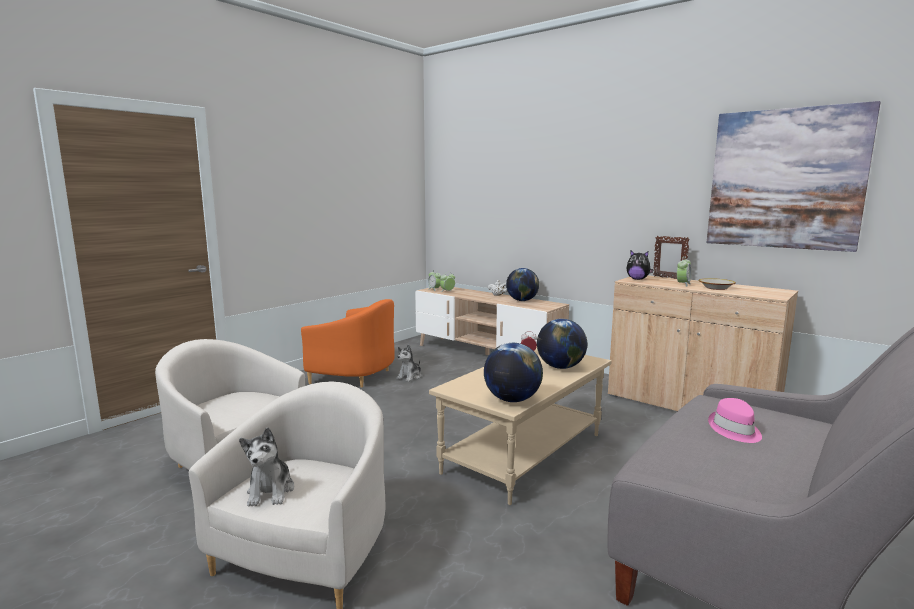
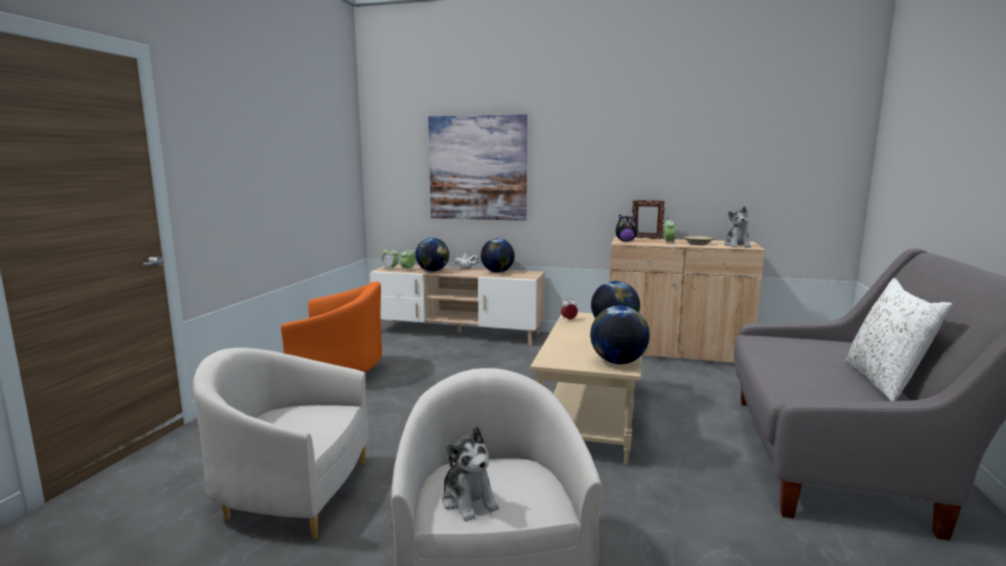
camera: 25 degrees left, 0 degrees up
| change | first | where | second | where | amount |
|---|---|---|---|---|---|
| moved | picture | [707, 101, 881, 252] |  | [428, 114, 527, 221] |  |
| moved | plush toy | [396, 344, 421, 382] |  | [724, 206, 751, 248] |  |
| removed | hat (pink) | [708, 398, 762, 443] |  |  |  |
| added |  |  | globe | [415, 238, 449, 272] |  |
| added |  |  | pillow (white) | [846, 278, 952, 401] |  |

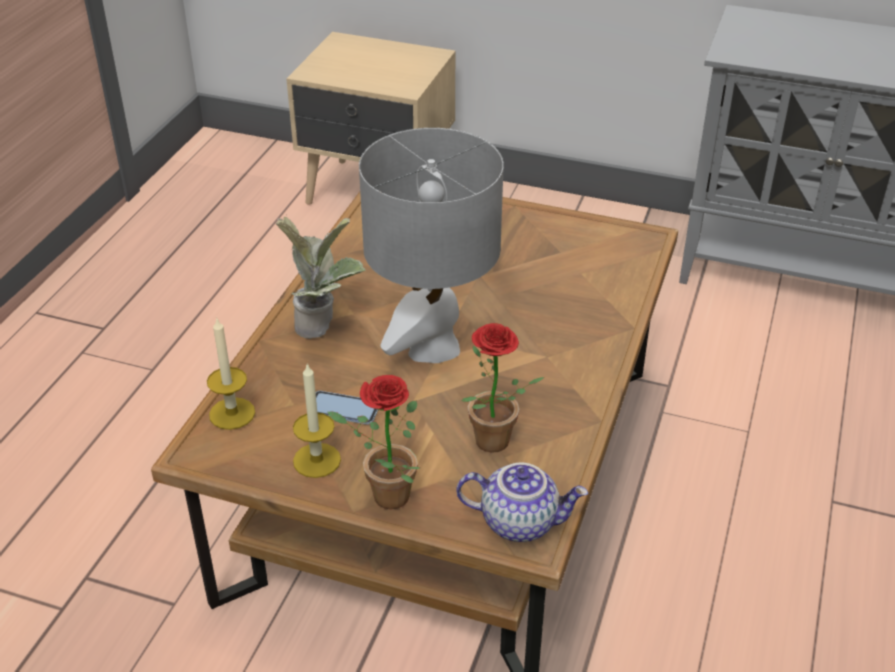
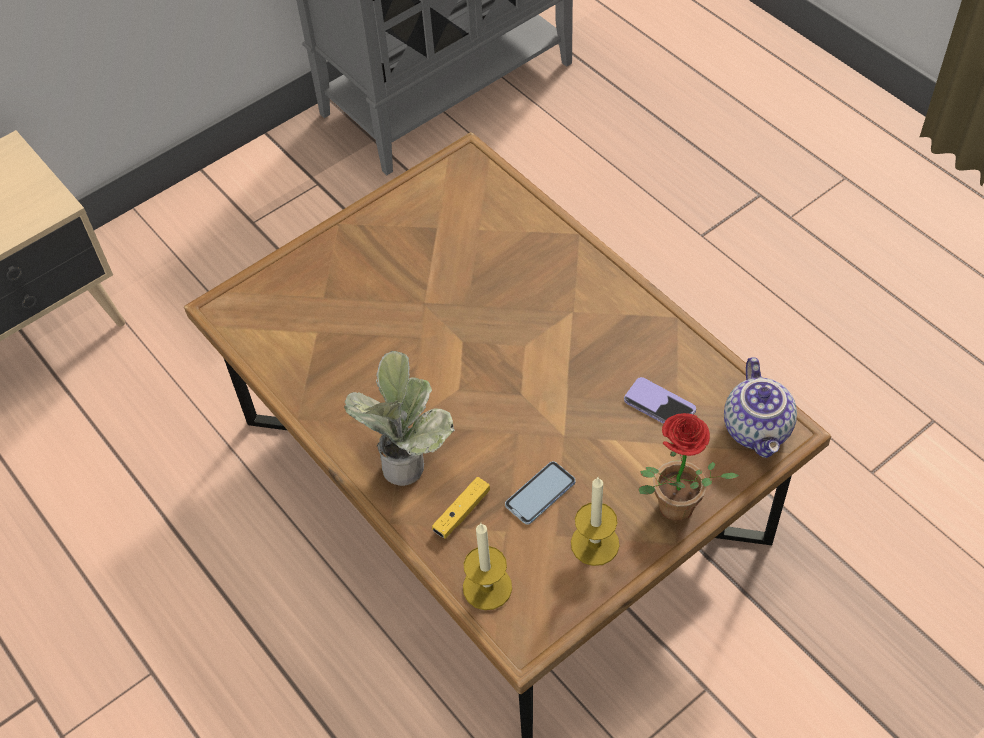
camera: 55 degrees left, 15 degrees up
| change | first | where | second | where | amount |
|---|---|---|---|---|---|
| removed | table lamp (grey) | [359, 128, 504, 363] |  |  |  |
| replaced | potted plant | [461, 323, 544, 453] | phone | [624, 377, 696, 424] |  |
| turned | teapot | [456, 463, 588, 542] |  | [724, 357, 797, 458] | 135 degrees clockwise |
| added |  |  | game controller (yellow) | [432, 477, 490, 539] |  |

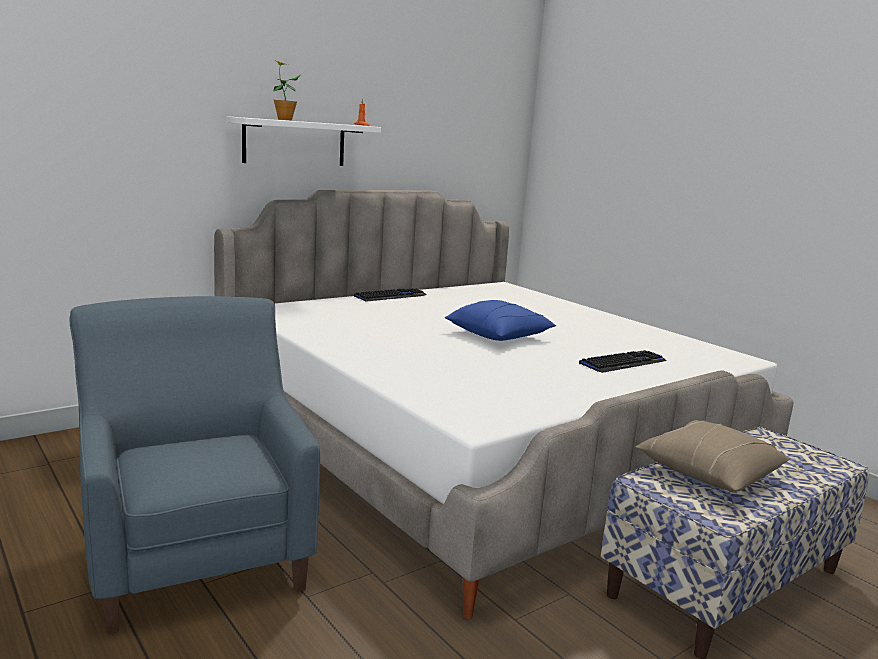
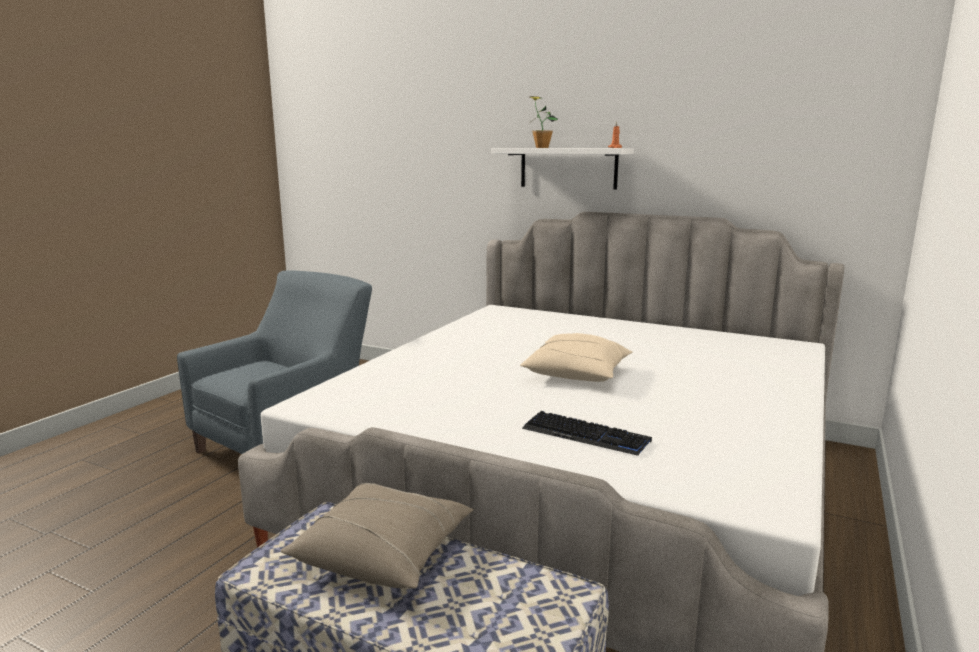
camera: 65 degrees right, 0 degrees up
| change | first | where | second | where | amount |
|---|---|---|---|---|---|
| removed | keyboard | [354, 288, 427, 301] |  |  |  |
| recoloured | pillow (blue) | [445, 300, 556, 341] | pillow (beige) | [520, 333, 632, 382] |  |

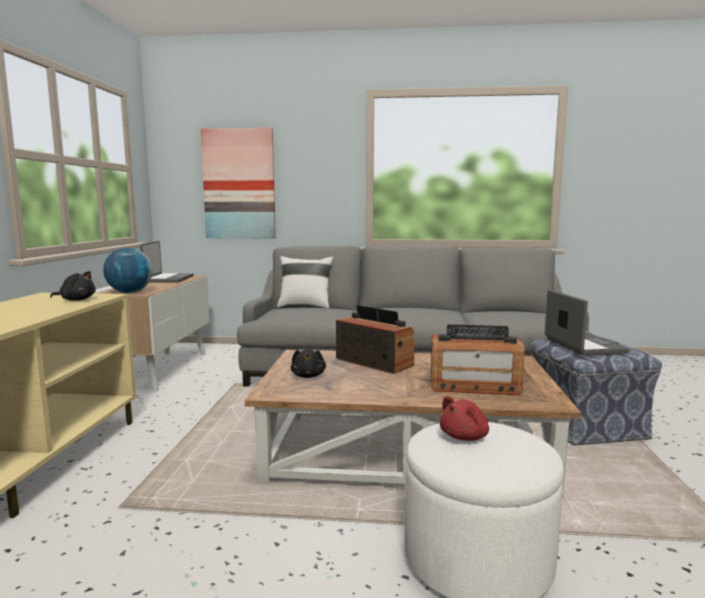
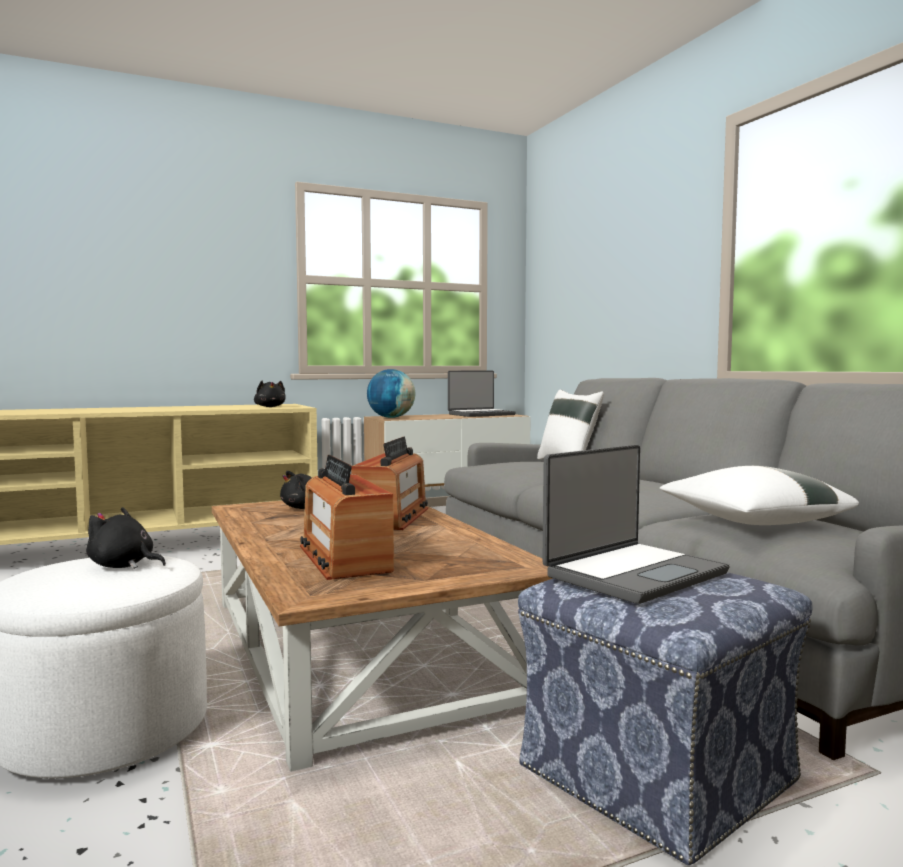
camera: 60 degrees right, 5 degrees down
| change | first | where | second | where | amount |
|---|---|---|---|---|---|
| removed | picture | [201, 128, 276, 239] |  |  |  |
| recoloured | plush toy (red) | [440, 396, 489, 441] | plush toy (black) | [86, 507, 166, 569] |  |
| added |  |  | pillow (white) | [660, 466, 859, 525] |  |

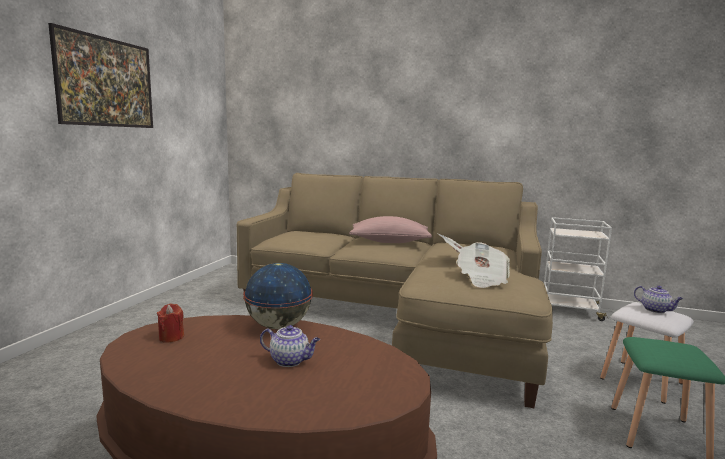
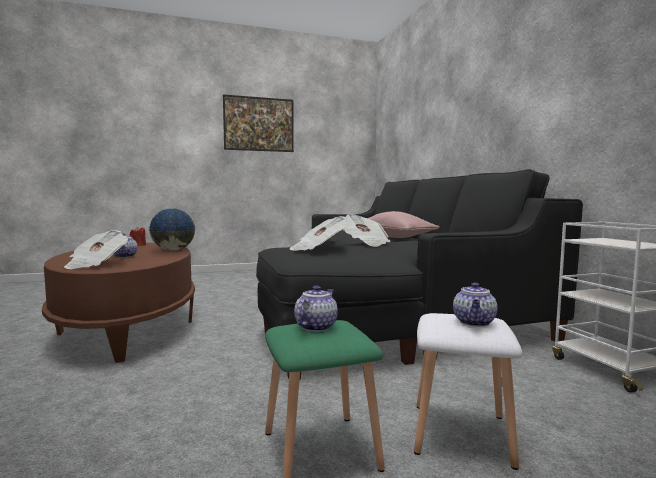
camera: 55 degrees right, 5 degrees down
| change | first | where | second | where | amount |
|---|---|---|---|---|---|
| recoloured | sofa (beige) | [237, 173, 553, 408] | sofa (black) | [256, 169, 583, 380] |  |
| added |  |  | newspaper | [64, 230, 128, 269] |  |
| added |  |  | teapot | [294, 285, 338, 332] |  |

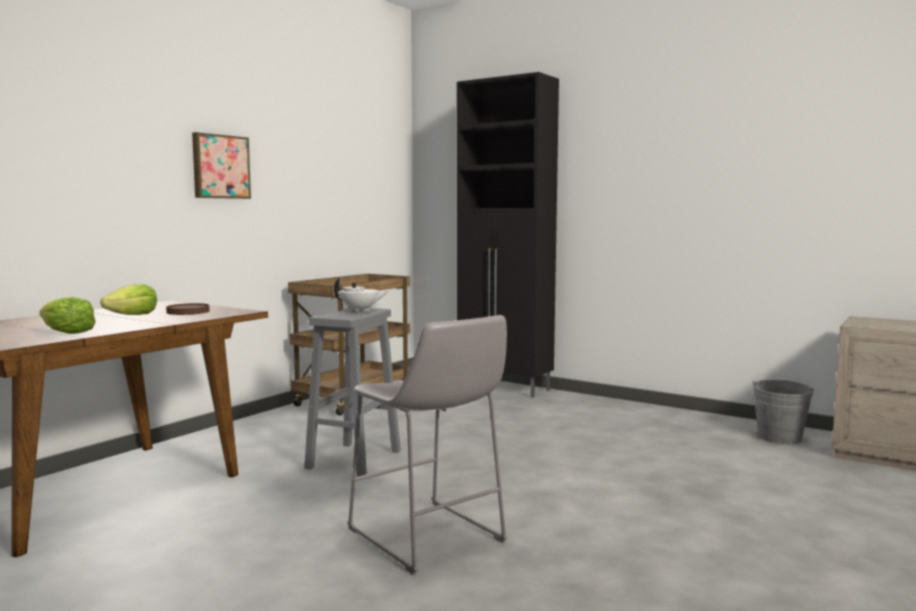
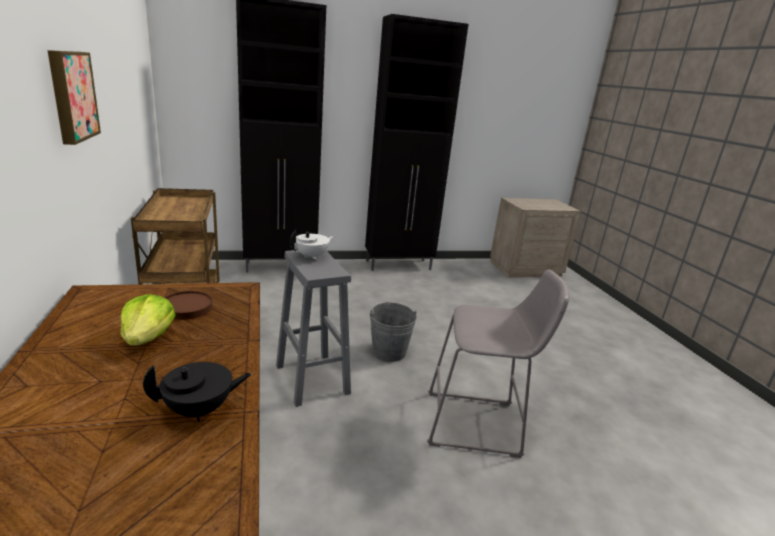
camera: 50 degrees left, 15 degrees up
| change | first | where | second | where | amount |
|---|---|---|---|---|---|
| replaced | lettuce | [39, 297, 96, 334] | teapot (black) | [143, 362, 251, 422] |  |
| moved | bucket (grey) | [753, 380, 814, 444] |  | [370, 302, 417, 362] |  |
| added |  |  | cabinet (black) | [365, 14, 468, 271] |  |

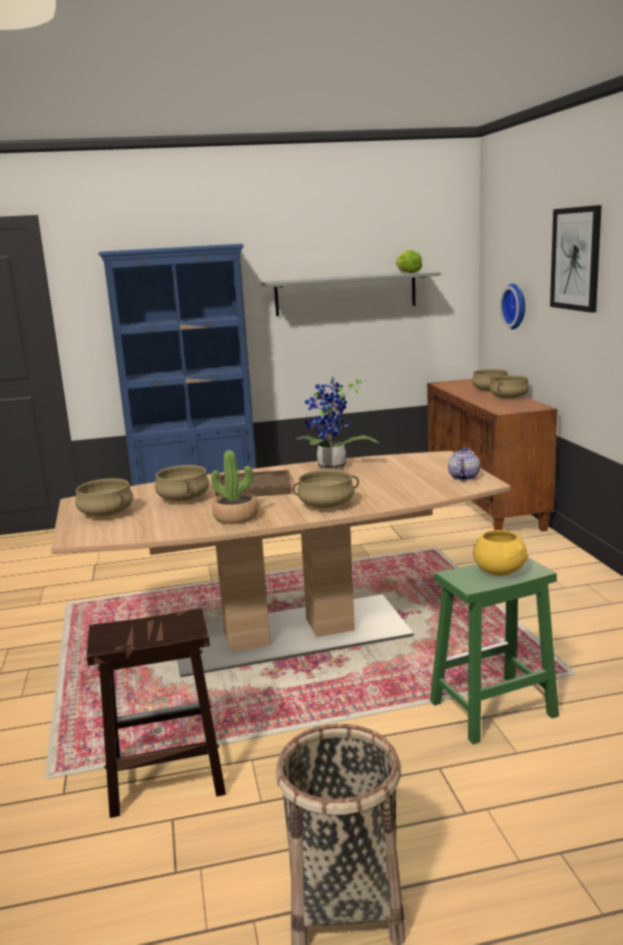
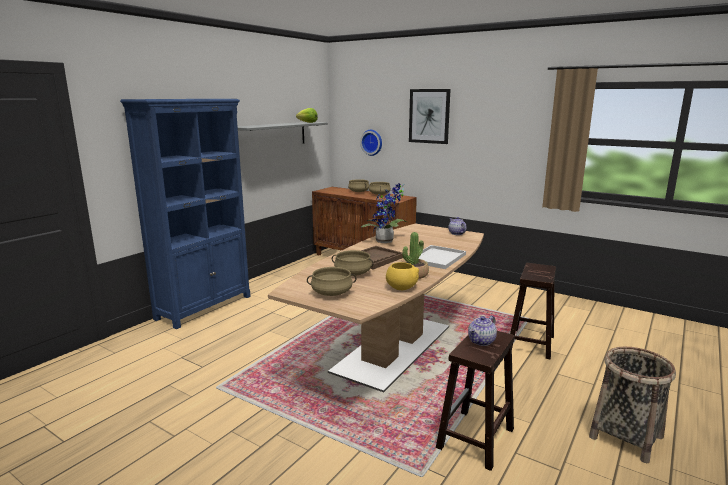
camera: 45 degrees left, 0 degrees up
| change | first | where | second | where | amount |
|---|---|---|---|---|---|
| replaced | cooking pot (beige) | [293, 470, 359, 508] | tray (white) | [419, 245, 466, 269] |  |
| moved | bowl (yellow) | [473, 530, 528, 576] |  | [386, 262, 419, 290] |  |
| recoloured | stool (green) | [430, 557, 559, 744] | stool (brown) | [510, 263, 556, 359] |  |
| added |  |  | teapot | [468, 315, 497, 346] |  |

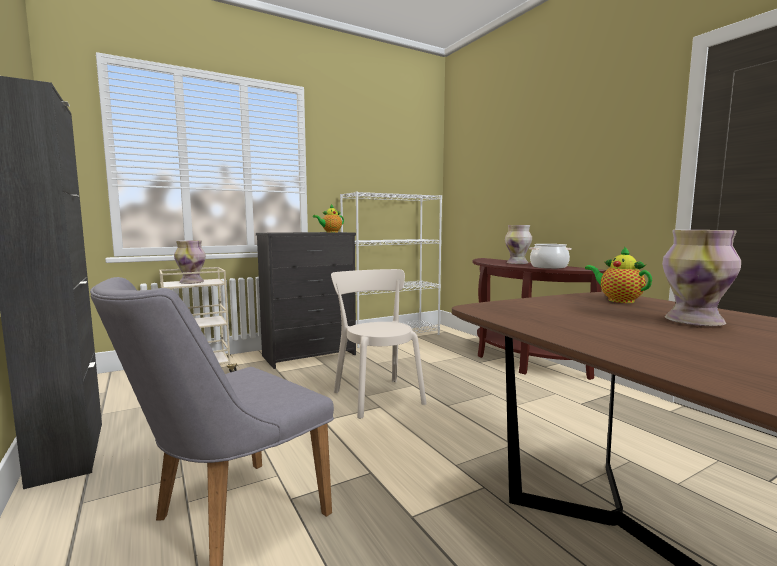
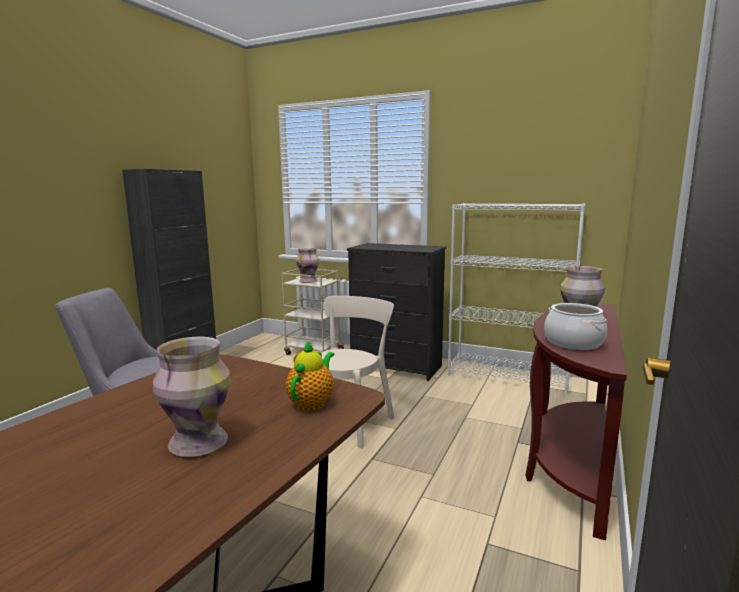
camera: 55 degrees right, 5 degrees up
| change | first | where | second | where | amount |
|---|---|---|---|---|---|
| removed | teapot | [313, 204, 344, 233] |  |  |  |

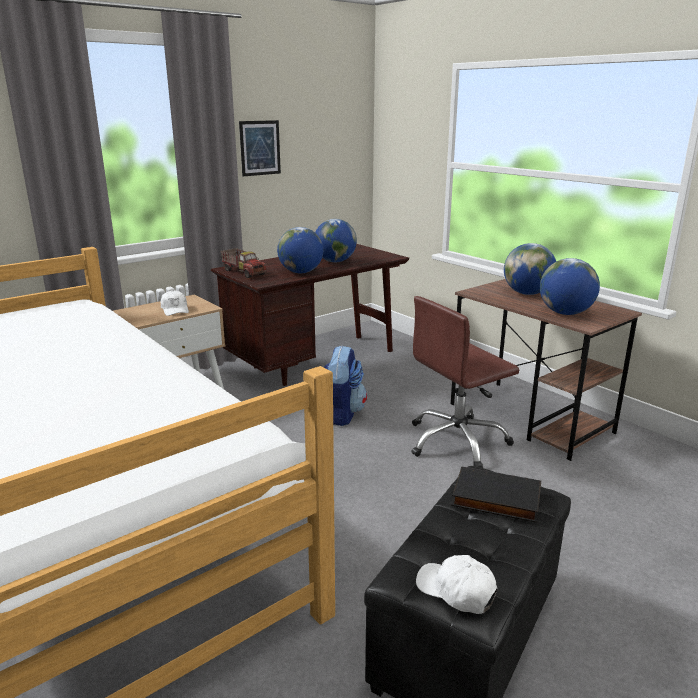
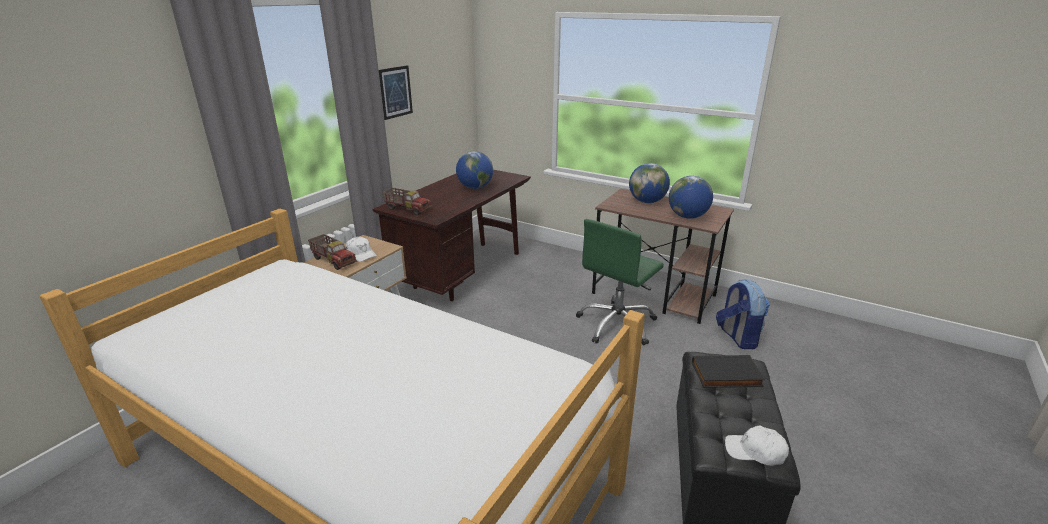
camera: 20 degrees left, 5 degrees up
| change | first | where | second | where | amount |
|---|---|---|---|---|---|
| removed | globe | [277, 227, 323, 273] |  |  |  |
| recoloured | office chair (brown) | [411, 296, 519, 468] | office chair (green) | [576, 219, 664, 345] |  |
| moved | backpack | [324, 345, 367, 426] |  | [716, 279, 770, 349] |  |
| added |  |  | toy truck | [308, 234, 357, 270] |  |

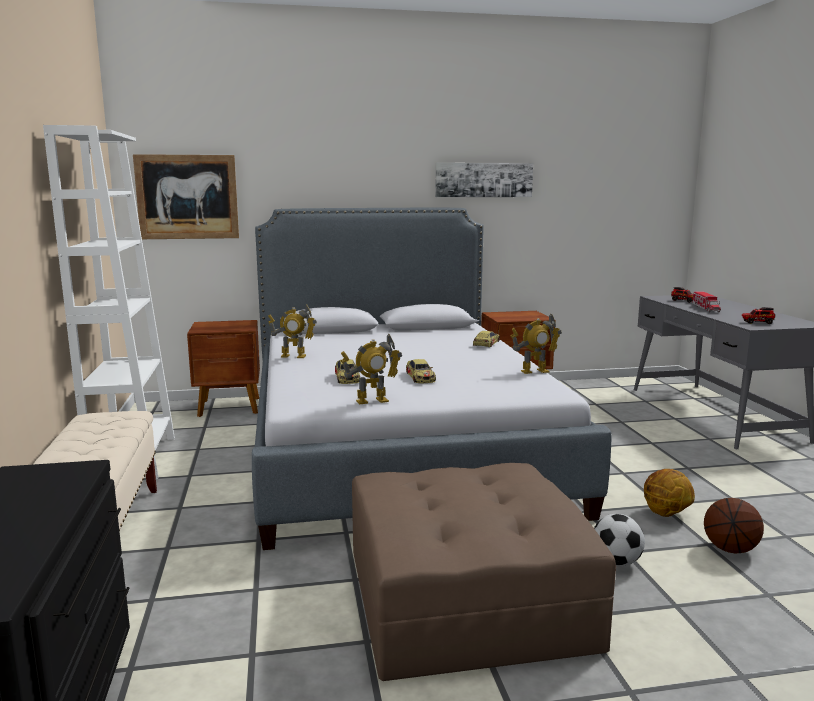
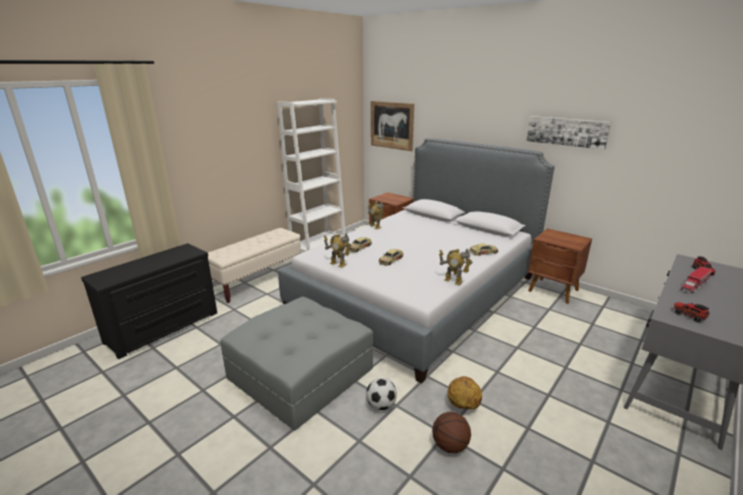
camera: 50 degrees right, 10 degrees up
| change | first | where | second | where | amount |
|---|---|---|---|---|---|
| recoloured | ottoman (brown) | [352, 463, 616, 681] | ottoman (grey) | [220, 297, 373, 430] |  |

